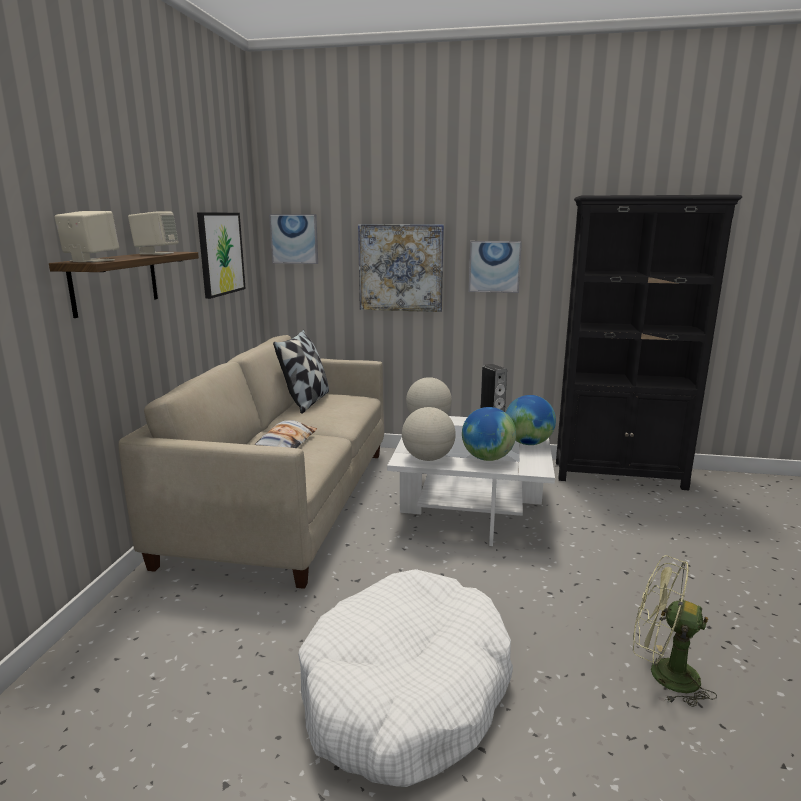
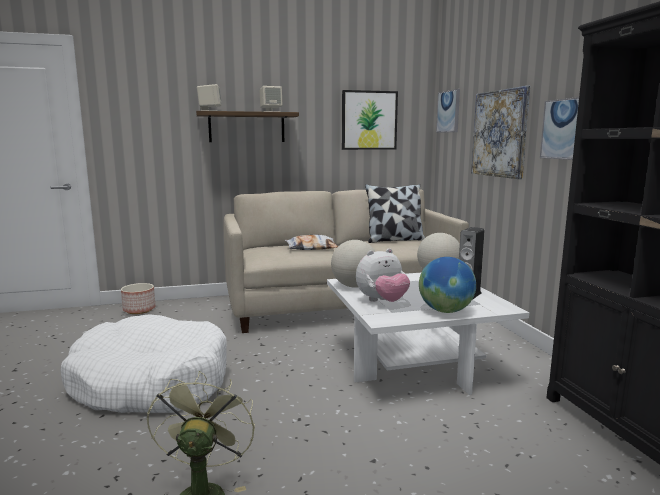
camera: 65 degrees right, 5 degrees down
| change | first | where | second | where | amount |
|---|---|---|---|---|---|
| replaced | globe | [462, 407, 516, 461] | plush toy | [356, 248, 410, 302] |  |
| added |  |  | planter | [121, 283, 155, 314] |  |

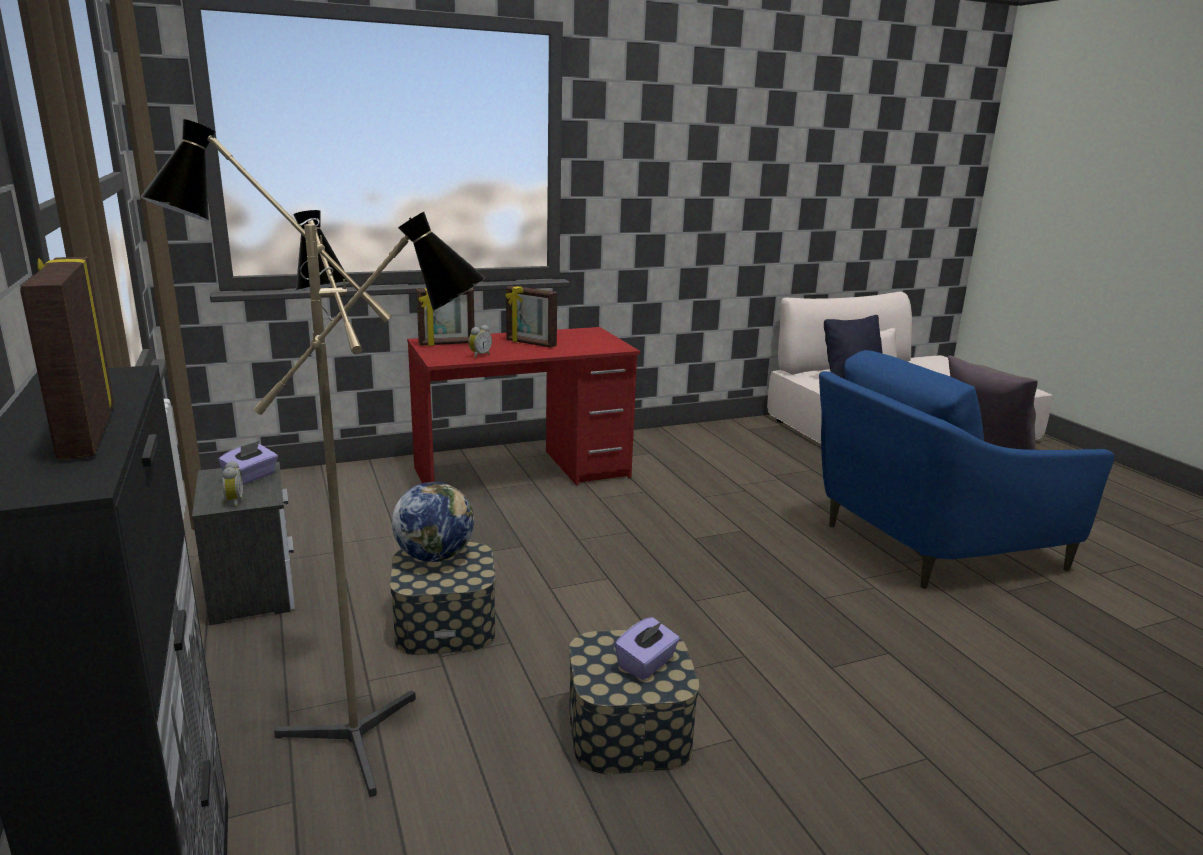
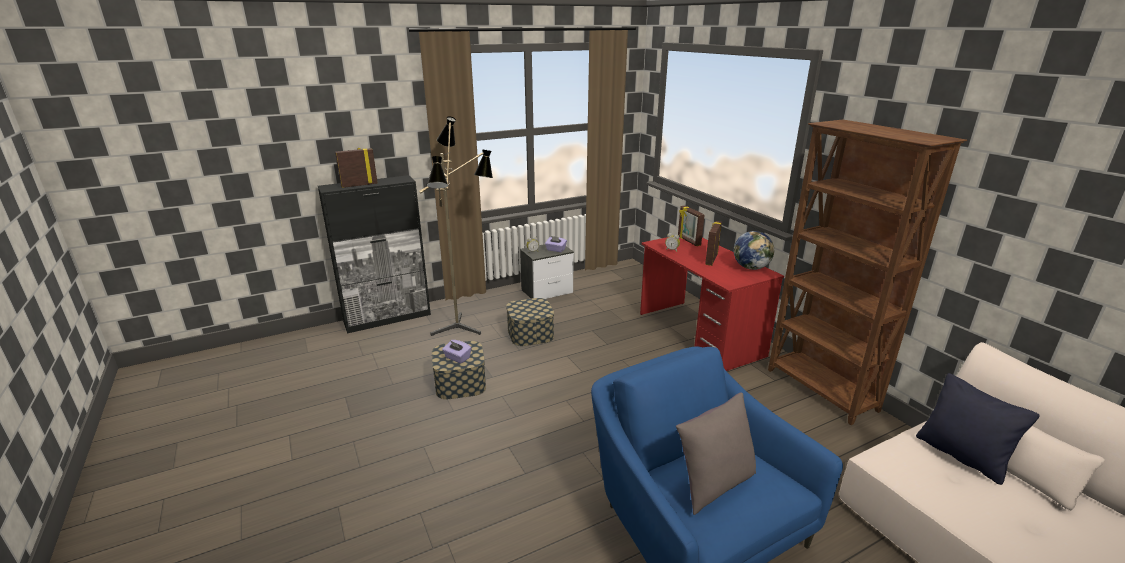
camera: 85 degrees right, 5 degrees up
| change | first | where | second | where | amount |
|---|---|---|---|---|---|
| moved | globe | [392, 482, 474, 562] |  | [734, 231, 775, 270] |  |
| added |  |  | bookcase (brown) | [768, 119, 967, 425] |  |

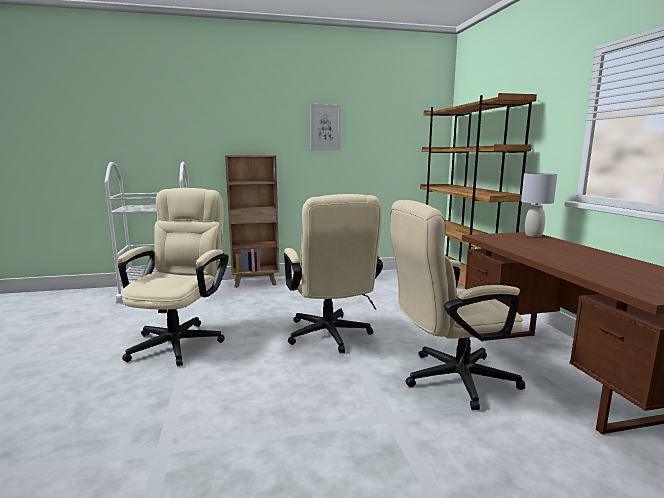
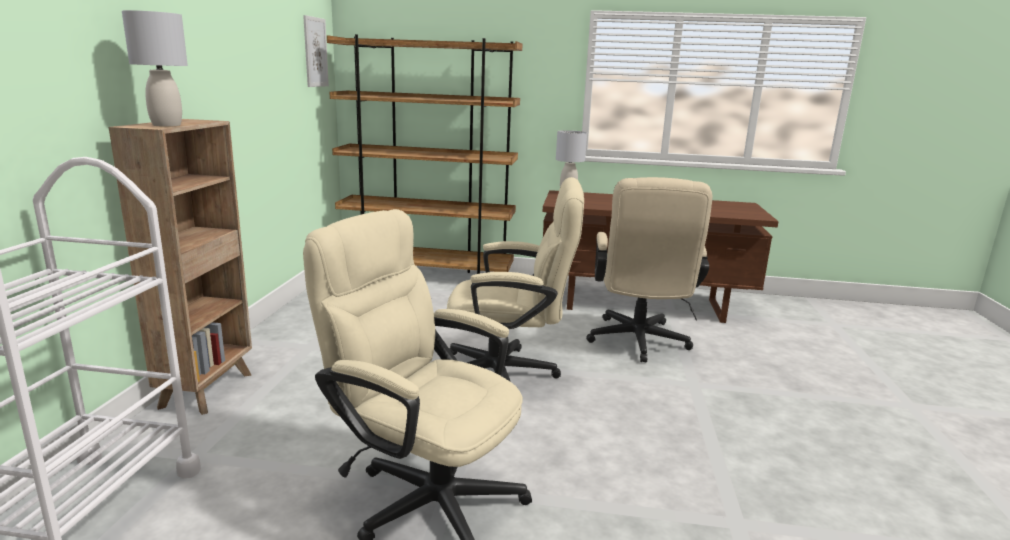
camera: 70 degrees left, 5 degrees up
| change | first | where | second | where | amount |
|---|---|---|---|---|---|
| moved | picture | [310, 104, 341, 151] |  | [303, 15, 329, 87] |  |
| added |  |  | table lamp (grey) | [122, 10, 188, 127] |  |

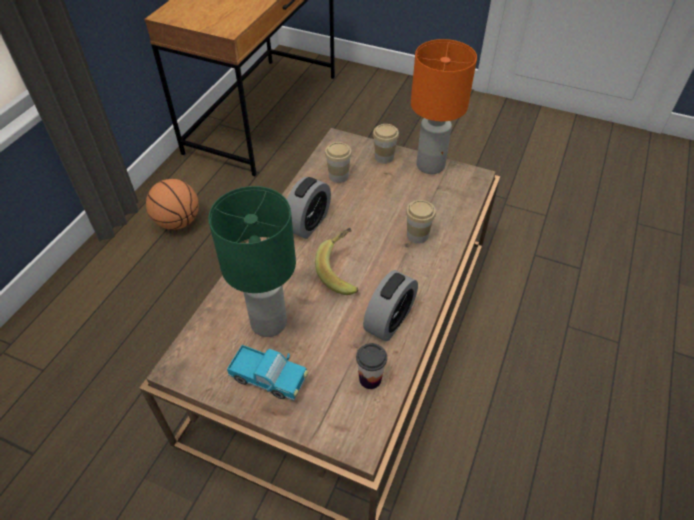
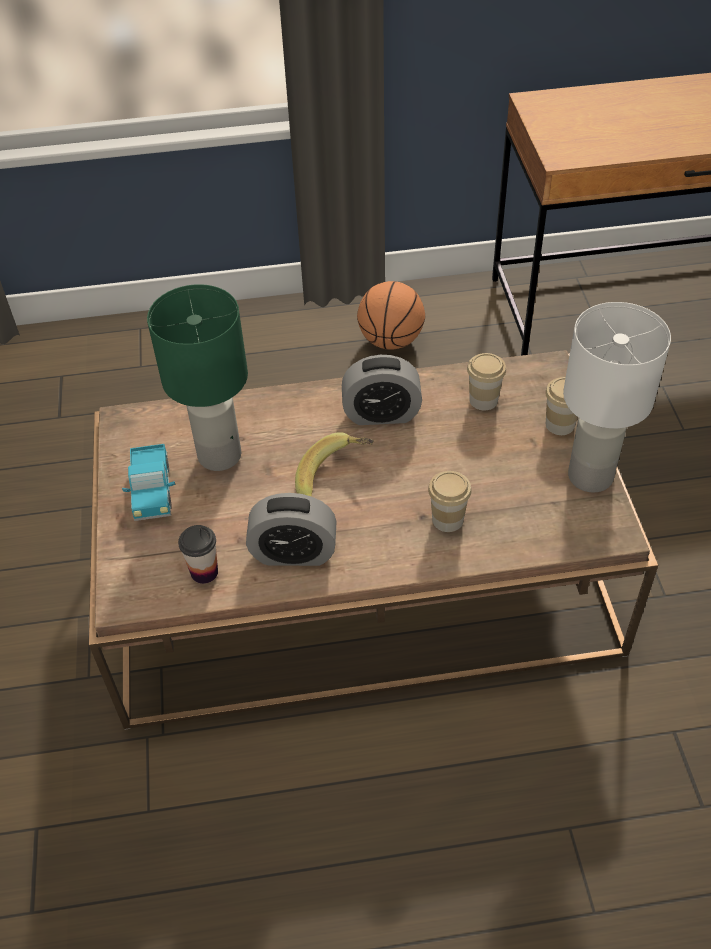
camera: 60 degrees right, 0 degrees up
| change | first | where | second | where | amount |
|---|---|---|---|---|---|
| recoloured | table lamp (orange) | [411, 39, 477, 174] | table lamp (white) | [563, 302, 671, 493] |  |

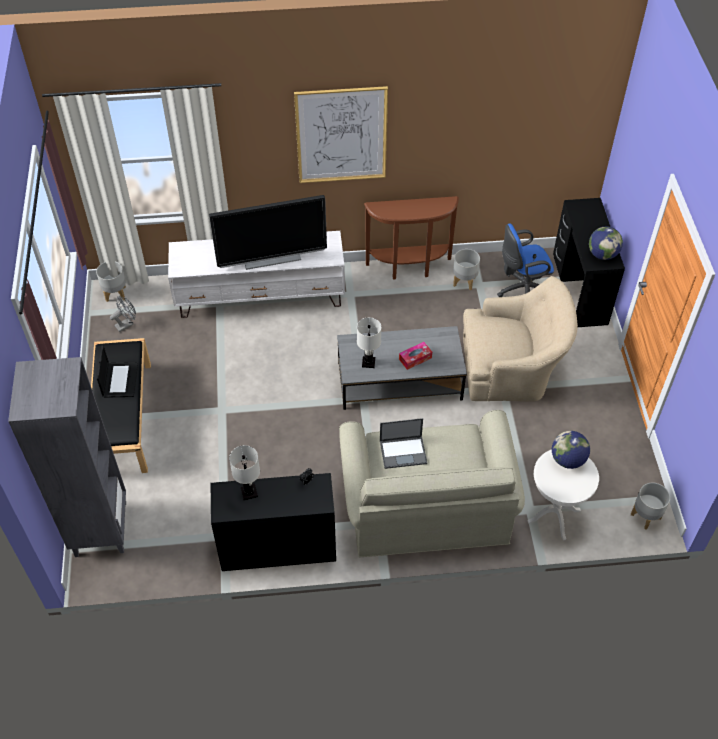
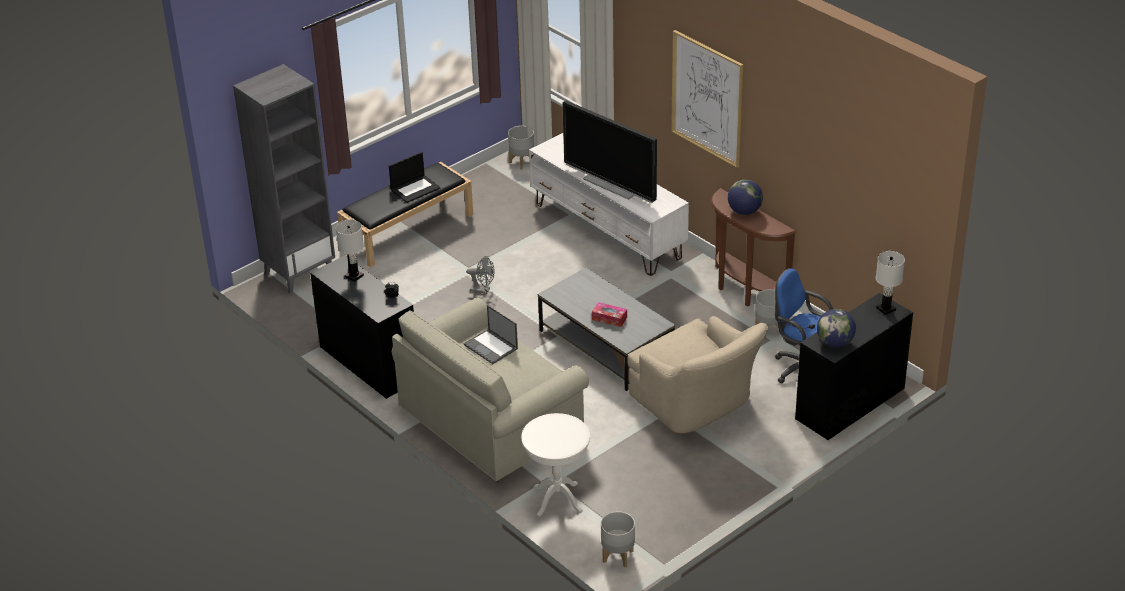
camera: 55 degrees right, 15 degrees down
| change | first | where | second | where | amount |
|---|---|---|---|---|---|
| moved | fan (grey) | [110, 296, 136, 332] |  | [466, 256, 495, 294] |  |
| moved | table lamp (white) | [357, 317, 381, 368] |  | [876, 251, 905, 315] |  |
| moved | globe | [552, 431, 590, 469] |  | [728, 180, 763, 215] |  |

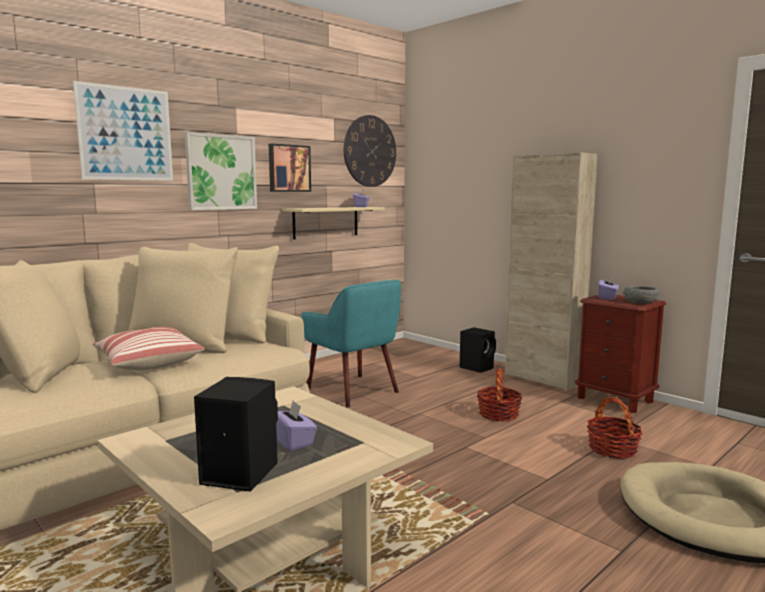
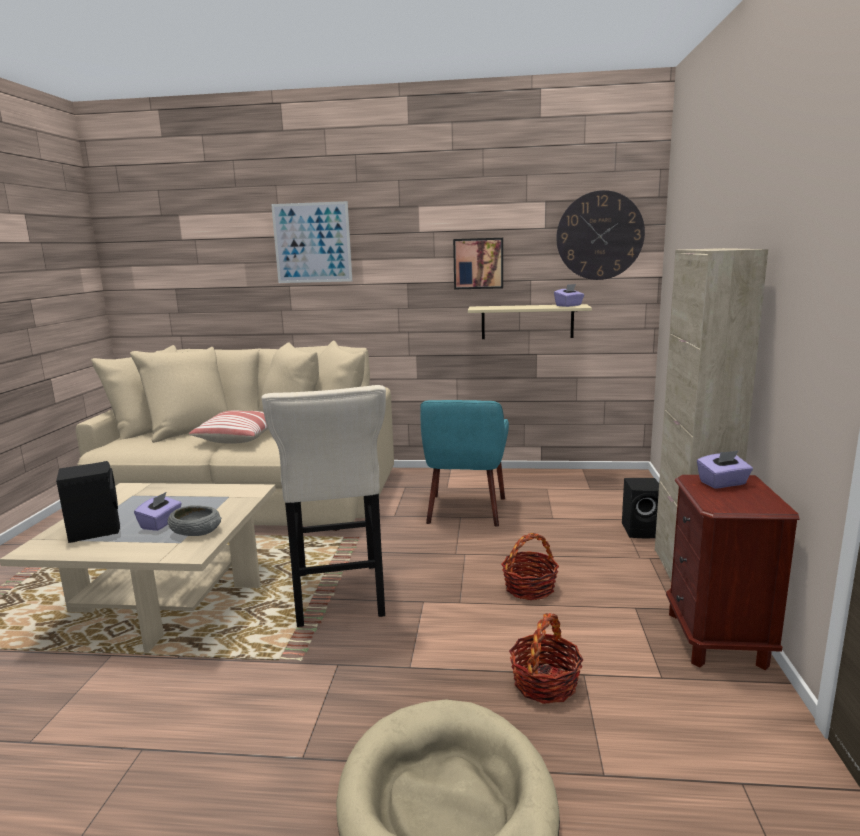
camera: 50 degrees right, 5 degrees up
| change | first | where | second | where | amount |
|---|---|---|---|---|---|
| removed | picture | [185, 132, 257, 210] |  |  |  |
| moved | bowl (grey) | [623, 286, 659, 303] |  | [167, 505, 221, 536] |  |
| added |  |  | stool (beige) | [262, 385, 386, 627] |  |

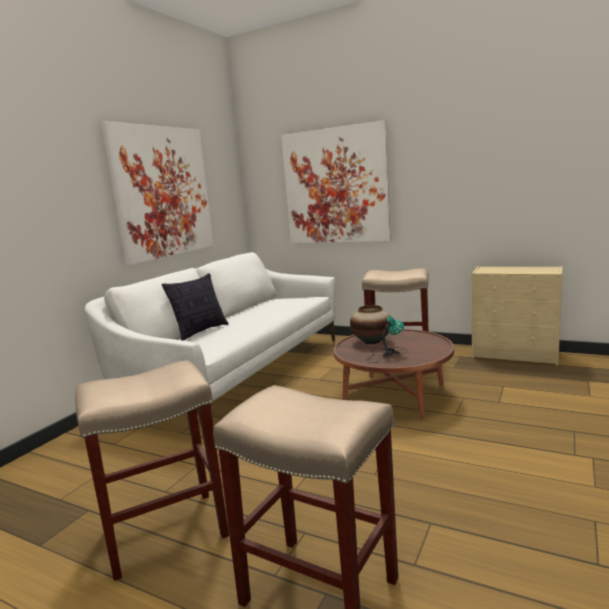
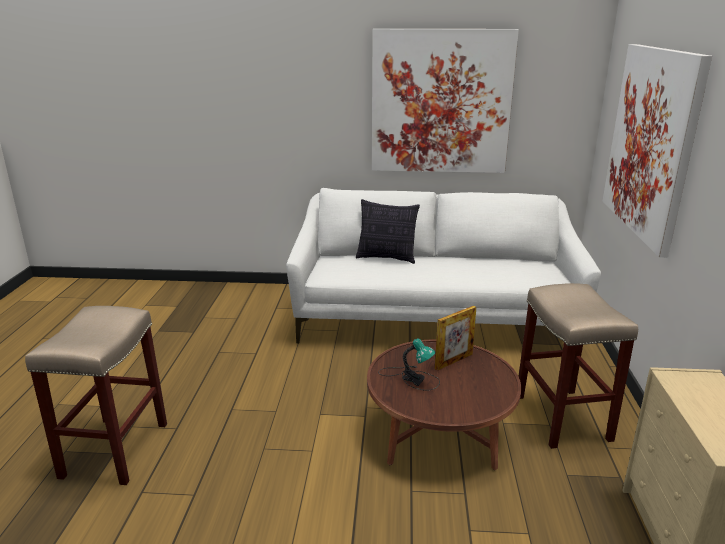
camera: 65 degrees right, 10 degrees up
| change | first | where | second | where | amount |
|---|---|---|---|---|---|
| replaced | vase | [350, 305, 390, 344] | picture frame | [435, 306, 476, 370] |  |
| removed | stool (beige) | [75, 360, 229, 581] |  |  |  |

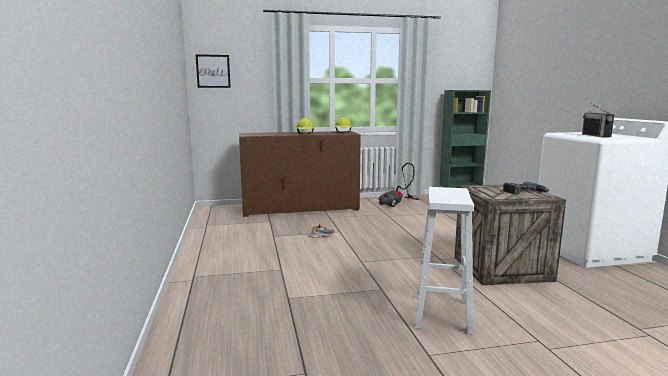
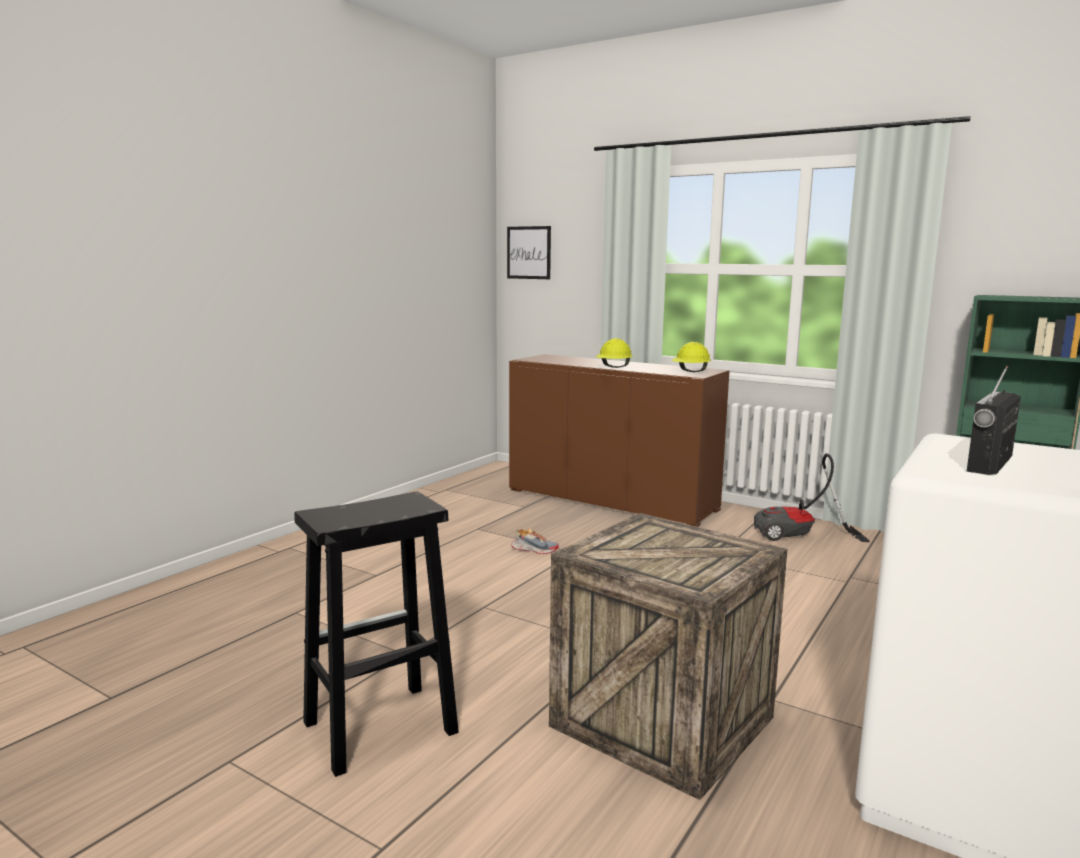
camera: 45 degrees right, 0 degrees up
| change | first | where | second | where | amount |
|---|---|---|---|---|---|
| removed | power drill | [503, 182, 549, 194] |  |  |  |
| recoloured | stool (white) | [415, 187, 474, 335] | stool (black) | [294, 491, 459, 777] |  |

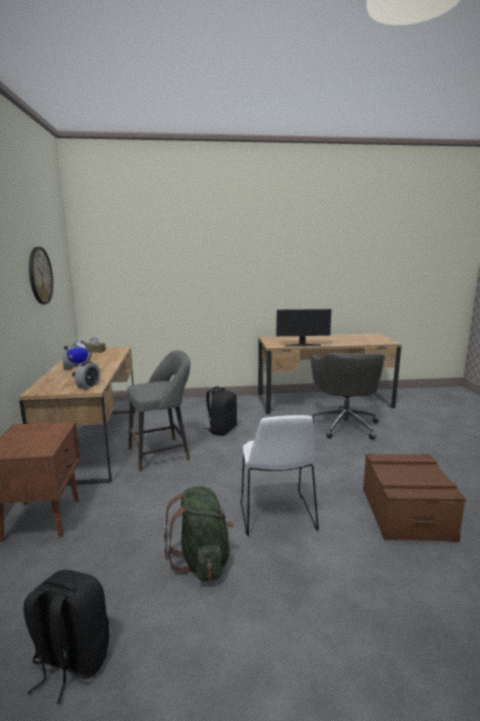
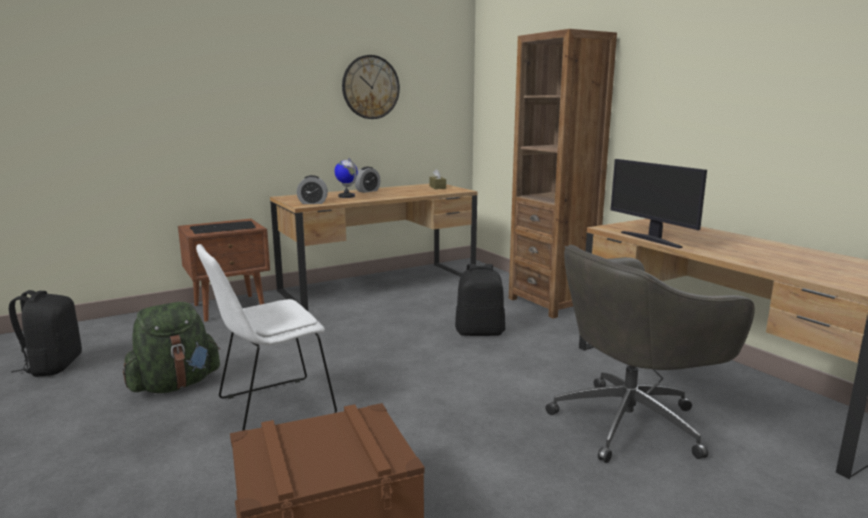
camera: 65 degrees right, 0 degrees up
| change | first | where | second | where | amount |
|---|---|---|---|---|---|
| removed | stool (grey) | [127, 350, 190, 471] |  |  |  |
| added |  |  | bookcase (brown) | [509, 29, 617, 319] |  |
| added |  |  | keyboard | [190, 221, 256, 234] |  |

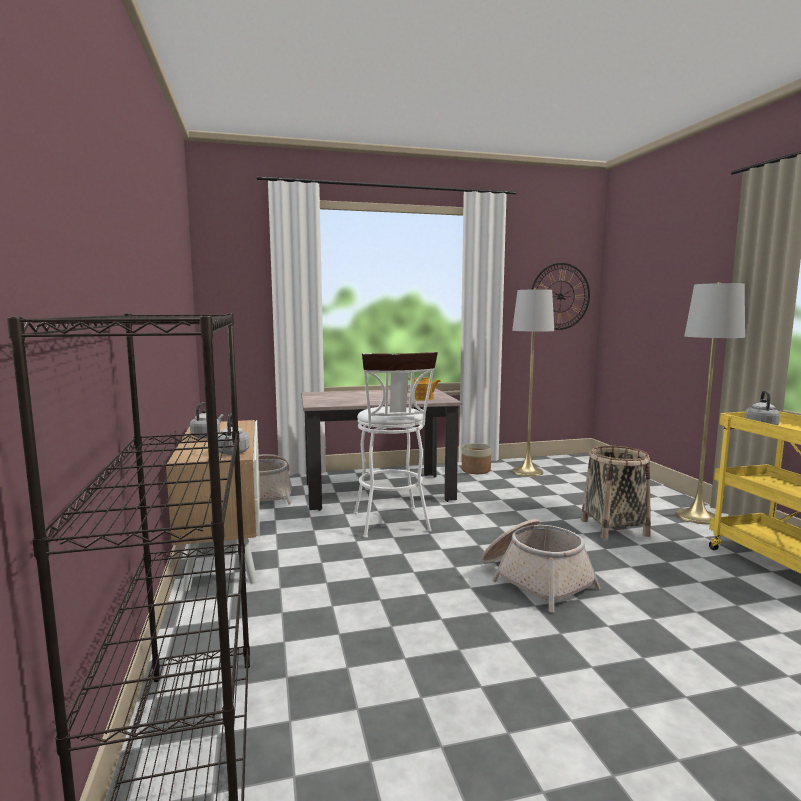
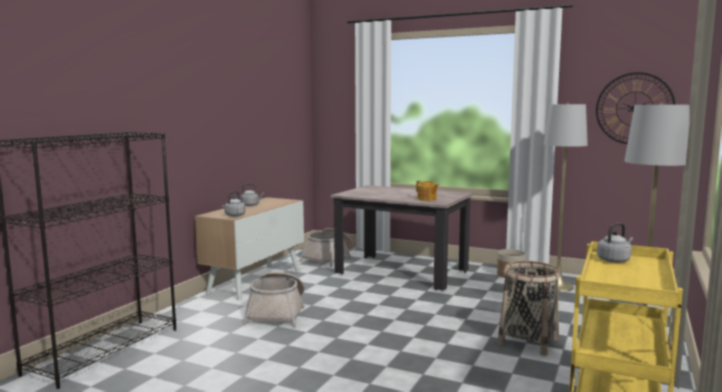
camera: 40 degrees right, 0 degrees up
| change | first | where | second | where | amount |
|---|---|---|---|---|---|
| removed | stool (white) | [354, 352, 438, 538] |  |  |  |
| moved | basket | [482, 519, 601, 612] |  | [242, 272, 305, 327] |  |

